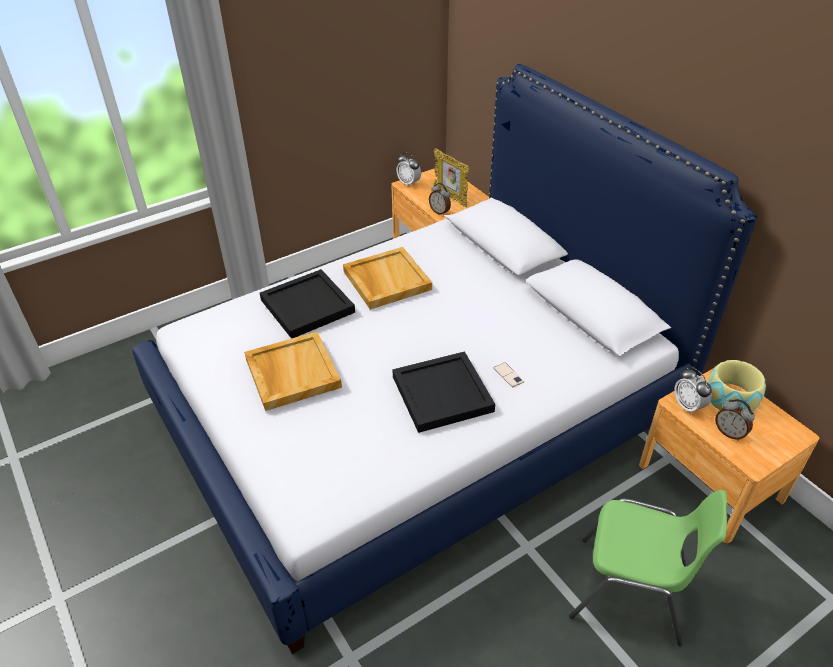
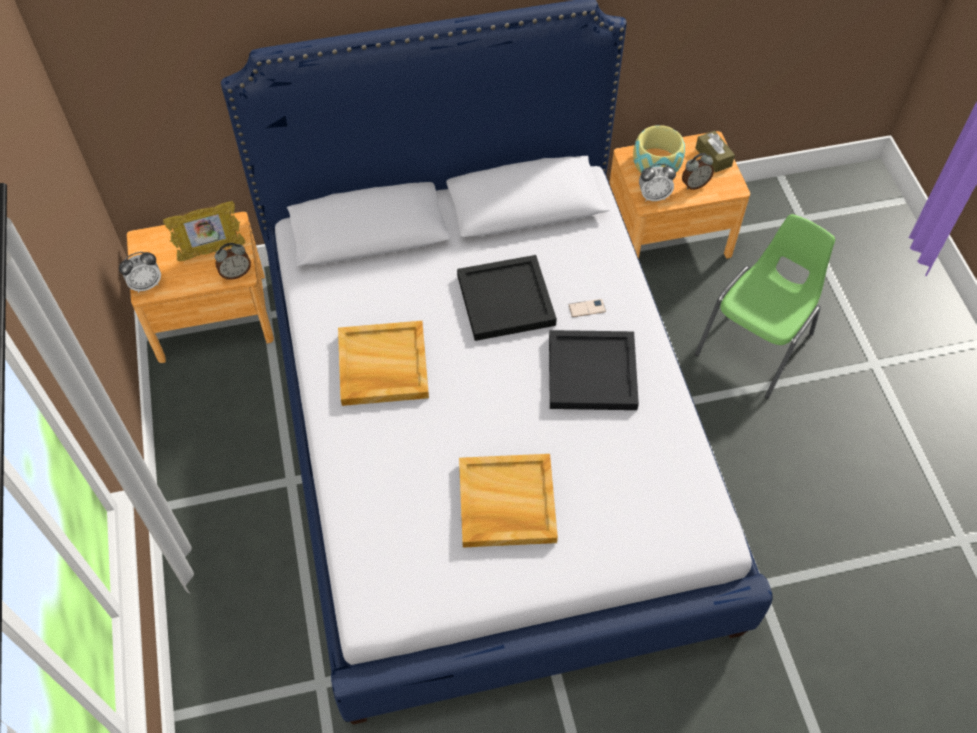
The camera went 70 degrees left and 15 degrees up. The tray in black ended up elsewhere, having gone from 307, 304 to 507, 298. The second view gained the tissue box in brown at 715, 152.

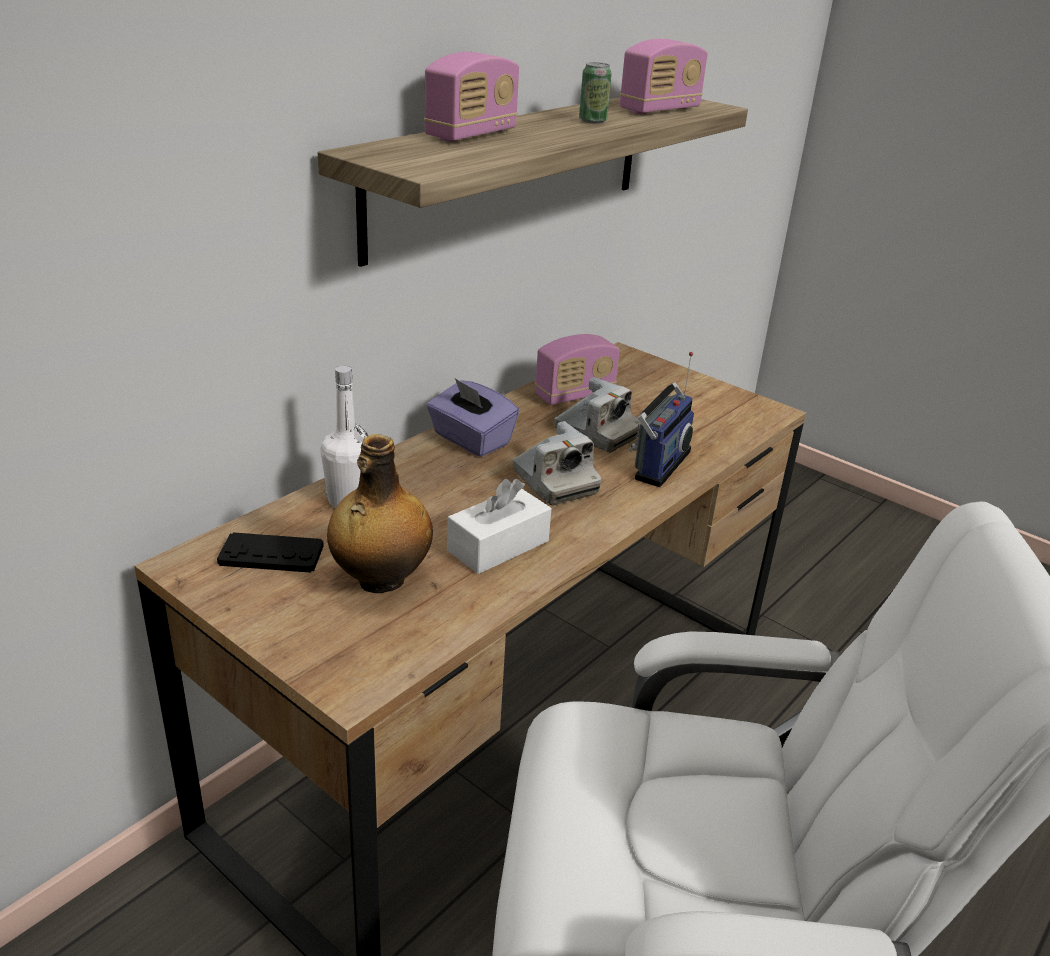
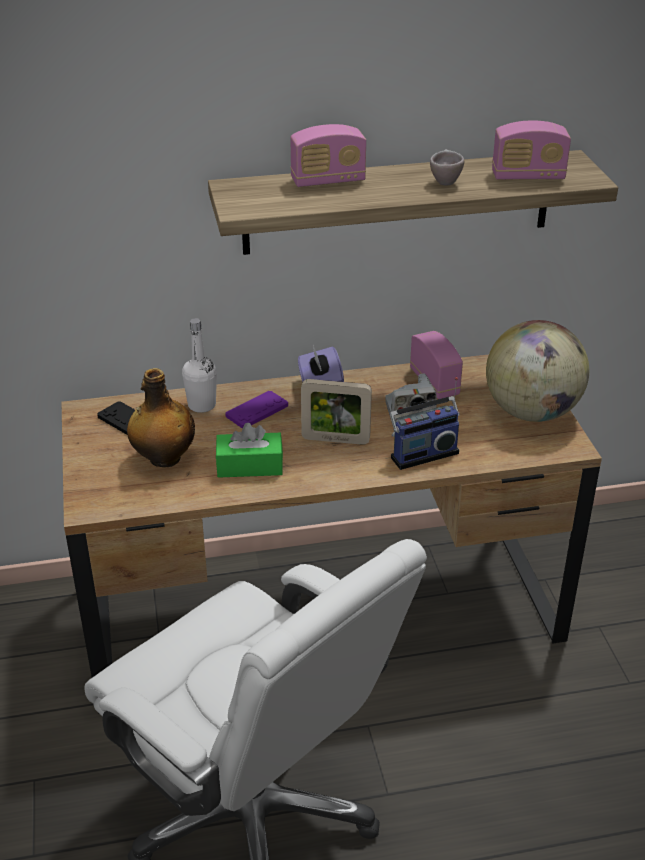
The camera went 40 degrees right and 5 degrees up. What was the tissue box in white at 499, 526 turned into the tissue box in green at 249, 450. Where the photo camera stood at 557, 463, the picture frame came to stand at 336, 412. The radio at 577, 369 ended up facing another way, 120 degrees counterclockwise from before. Where the can stood at 595, 93, the cup in beige came to stand at 447, 167. The second view gained the game controller in purple at 256, 410. The second view gained the globe at 537, 371.

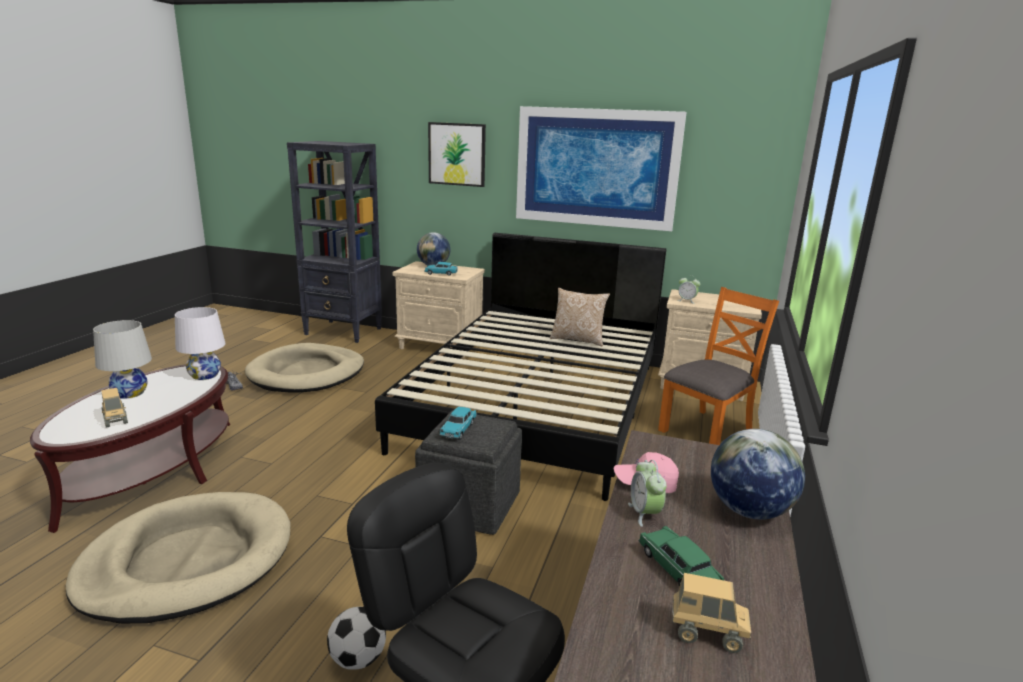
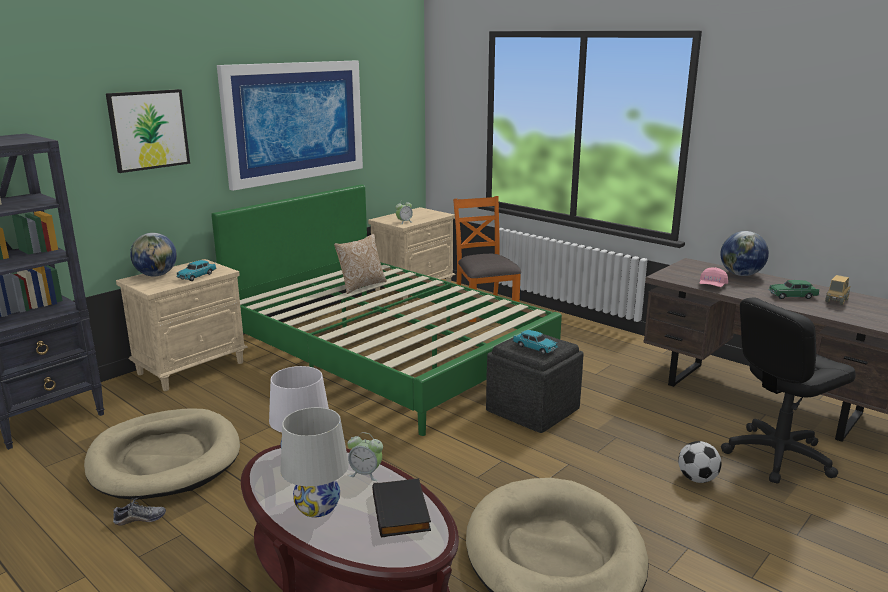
The camera went 65 degrees left and 0 degrees up. Where the toy truck stood at 114, 408, the book in black came to stand at 401, 507. What was the bed in black at 520, 367 turned into the bed in green at 387, 310. The alarm clock ended up elsewhere, having gone from 647, 493 to 365, 456.

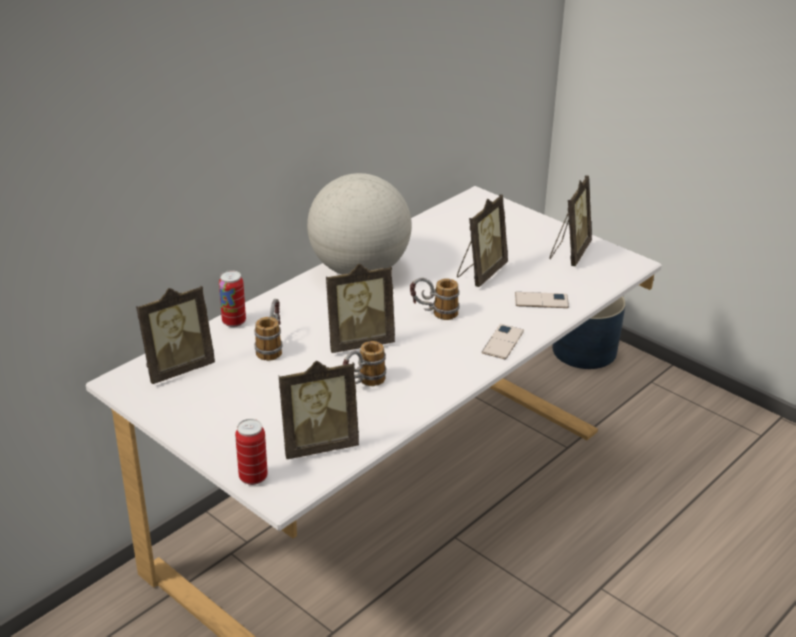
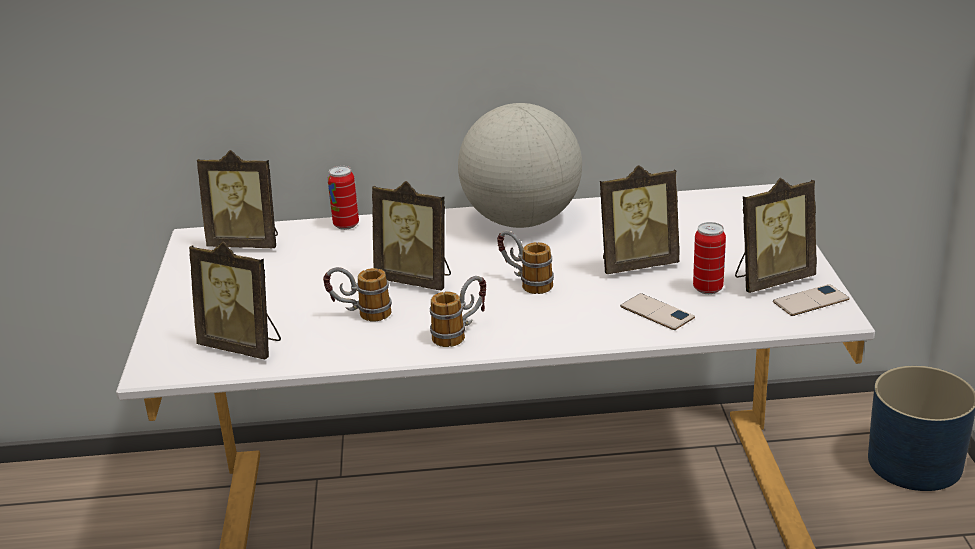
The camera went 45 degrees right and 5 degrees down. The can ended up elsewhere, having gone from 251, 452 to 709, 258. The mug ended up elsewhere, having gone from 268, 330 to 457, 311. The phone ended up elsewhere, having gone from 503, 341 to 811, 300.

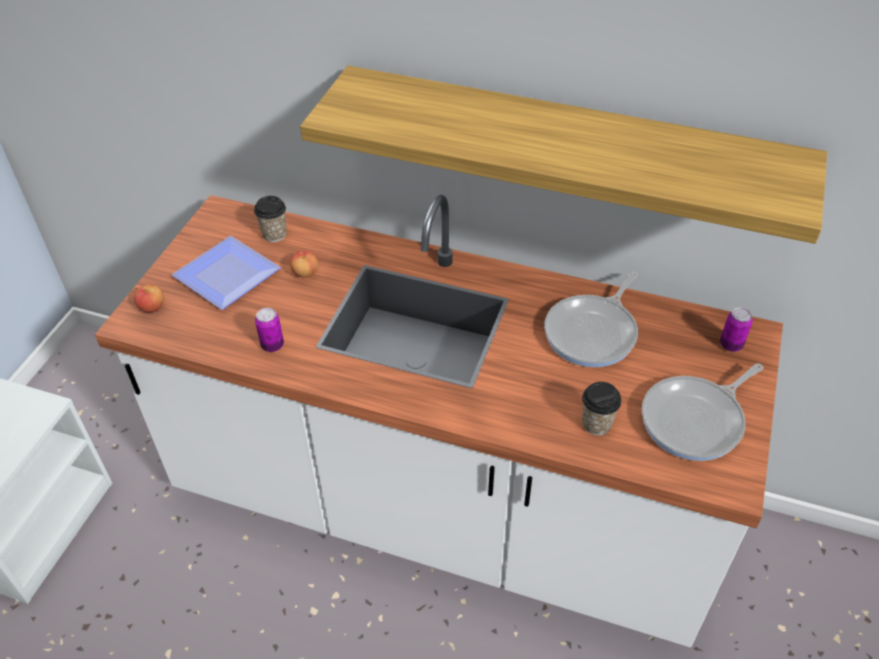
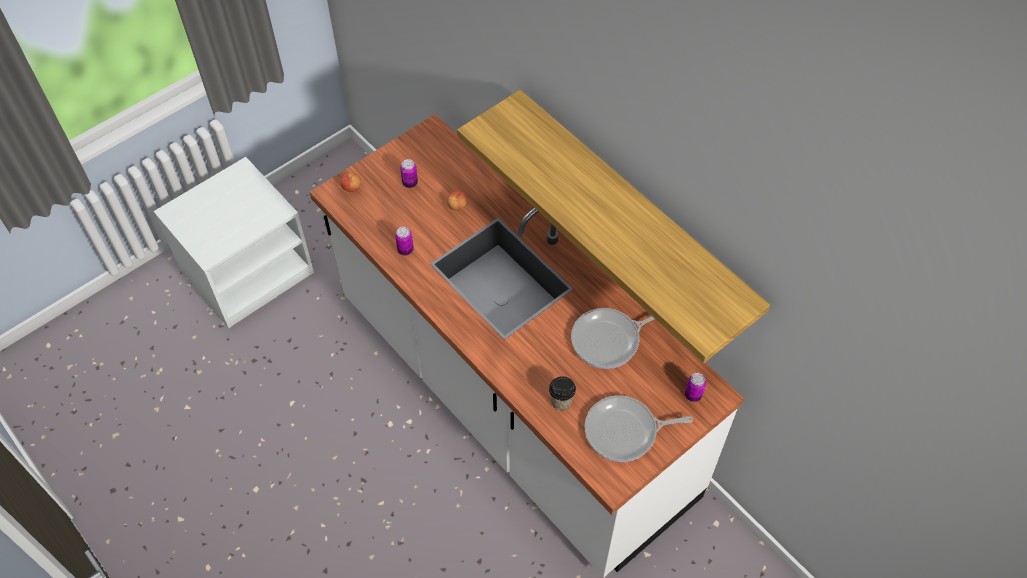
The camera went 30 degrees right and 10 degrees up. Where the plate stood at 226, 273, the can came to stand at 409, 173. The second view lost the cup at 270, 219.

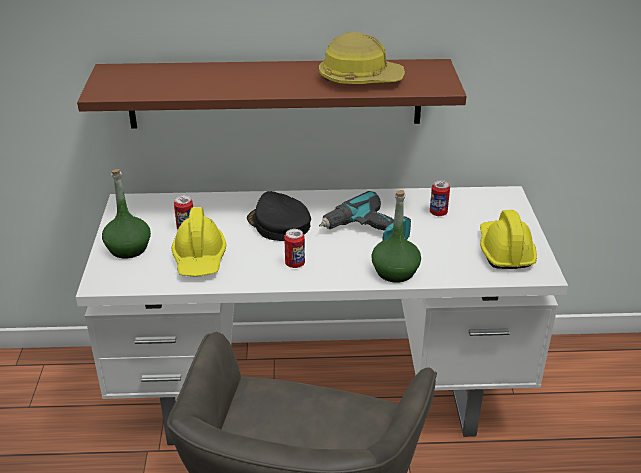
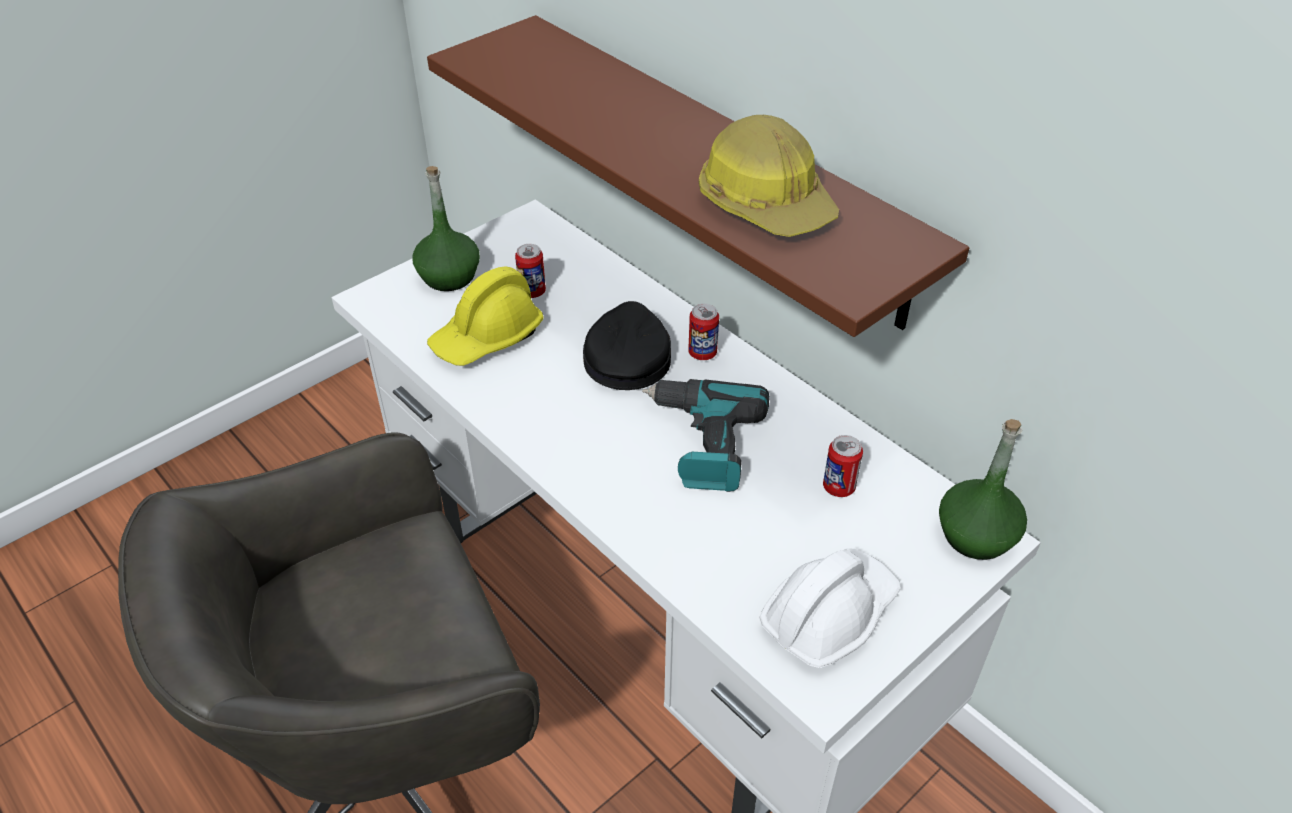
The camera went 50 degrees right and 10 degrees up. The can ended up elsewhere, having gone from 294, 248 to 703, 331. The bottle in green ended up elsewhere, having gone from 396, 236 to 983, 489. What was the hard hat in yellow at 508, 239 turned into the hard hat in white at 830, 608.

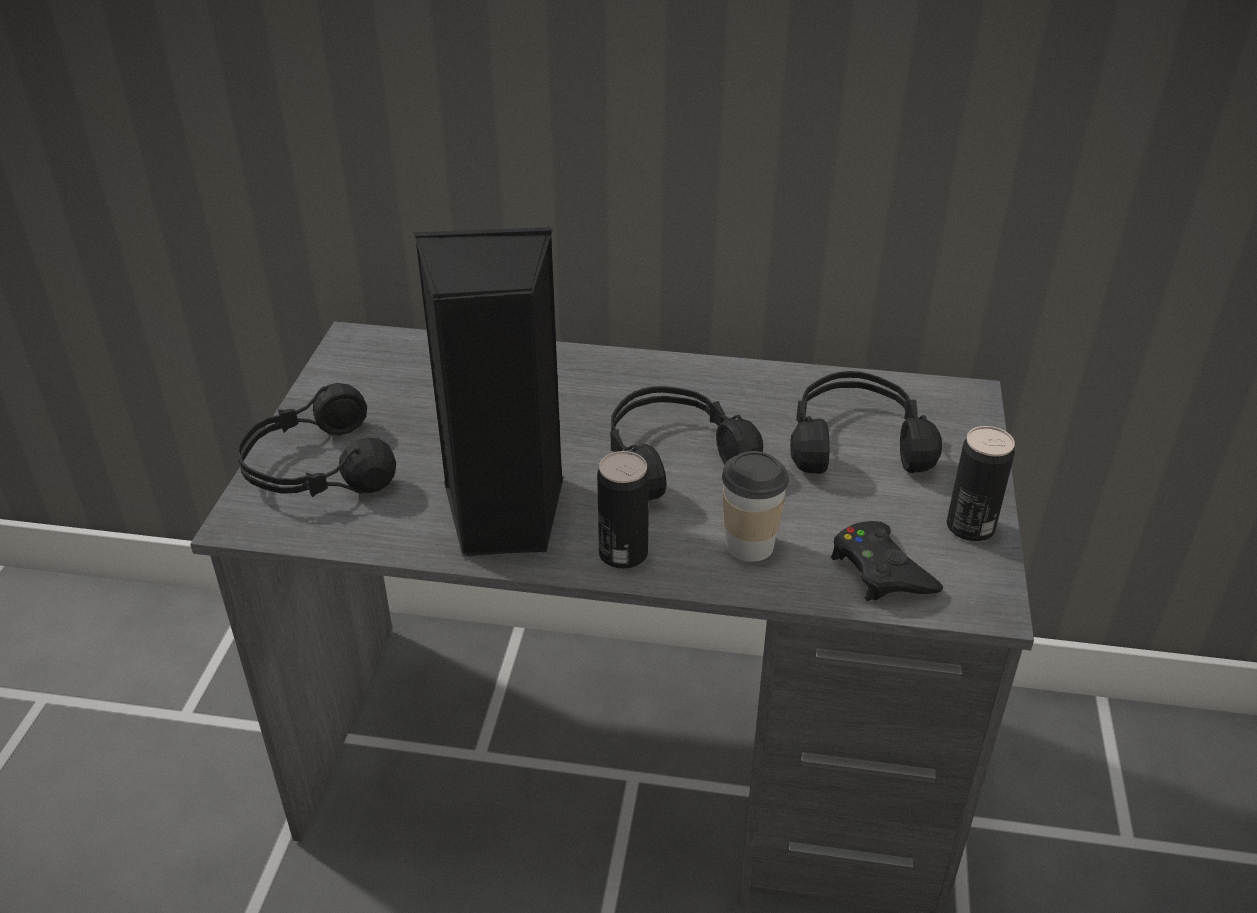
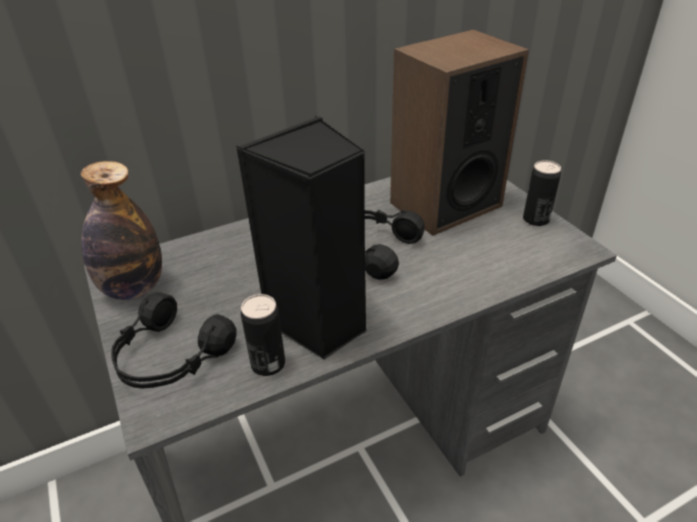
The camera went 35 degrees left and 0 degrees up. The can ended up elsewhere, having gone from 623, 510 to 263, 335. The second view lost the cup at 755, 506. Where the headphones in black stood at 866, 422, the speaker came to stand at 459, 132. The second view lost the game controller in black at 887, 561. The second view gained the bottle at 121, 230.

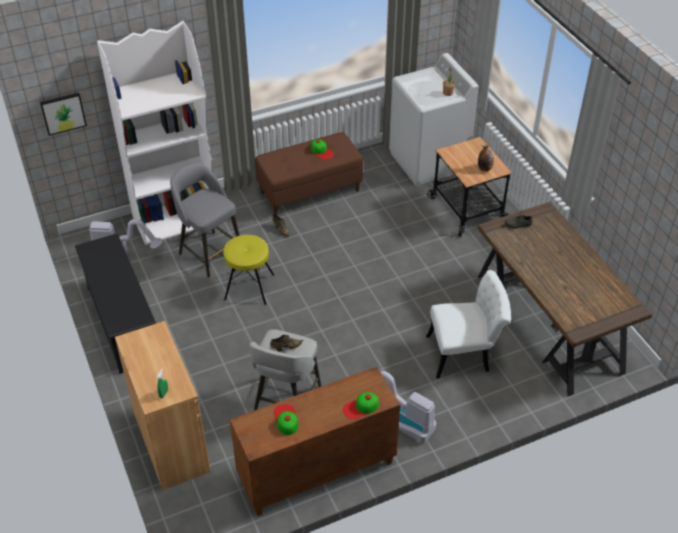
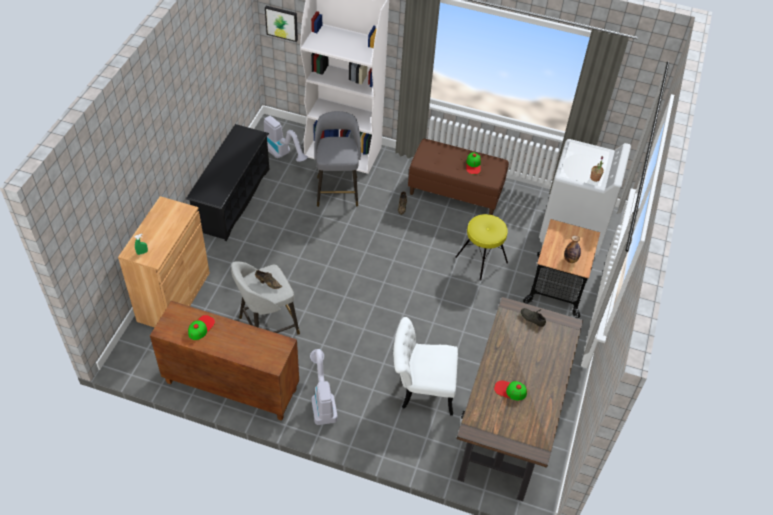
The camera went 40 degrees right and 5 degrees up. The stool in yellow ended up elsewhere, having gone from 249, 270 to 482, 247. The cap ended up elsewhere, having gone from 361, 405 to 510, 390. The chair in white at 468, 324 ended up facing another way, 150 degrees clockwise from before.

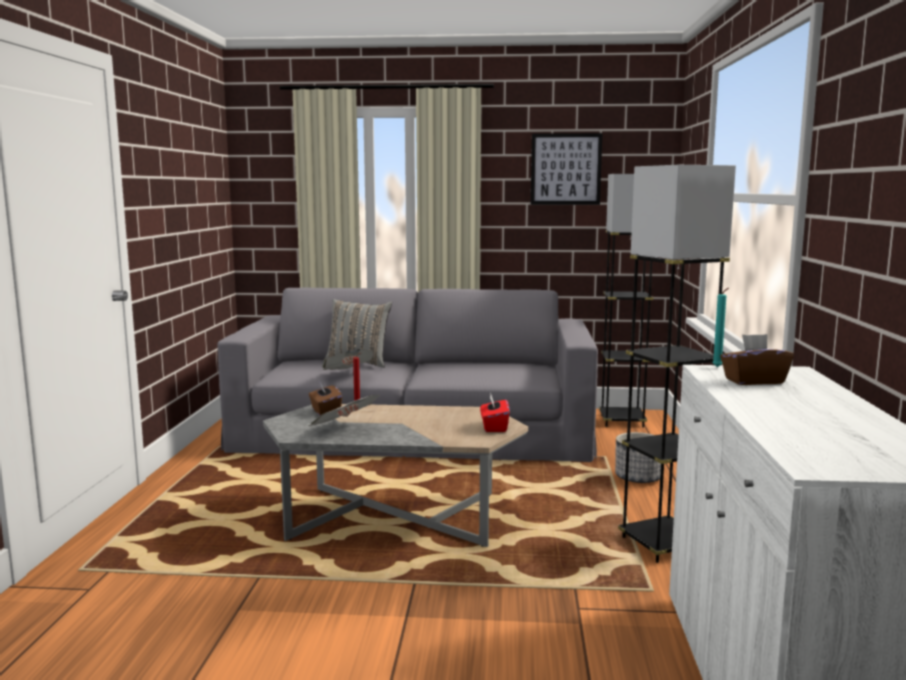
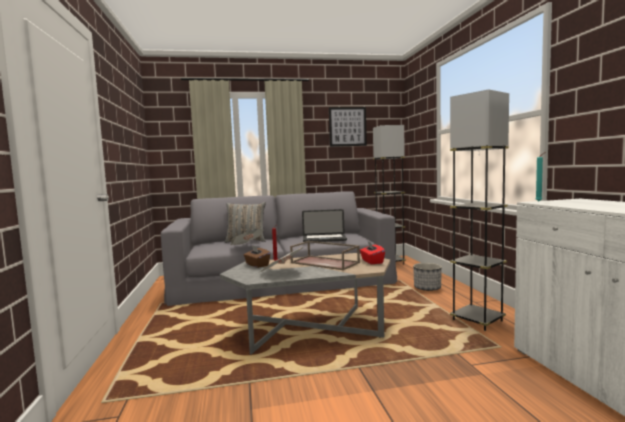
The camera went 15 degrees left and 5 degrees down. The second view lost the tissue box in brown at 757, 359. The second view gained the tray in brown at 325, 255. The second view gained the laptop at 324, 225.

